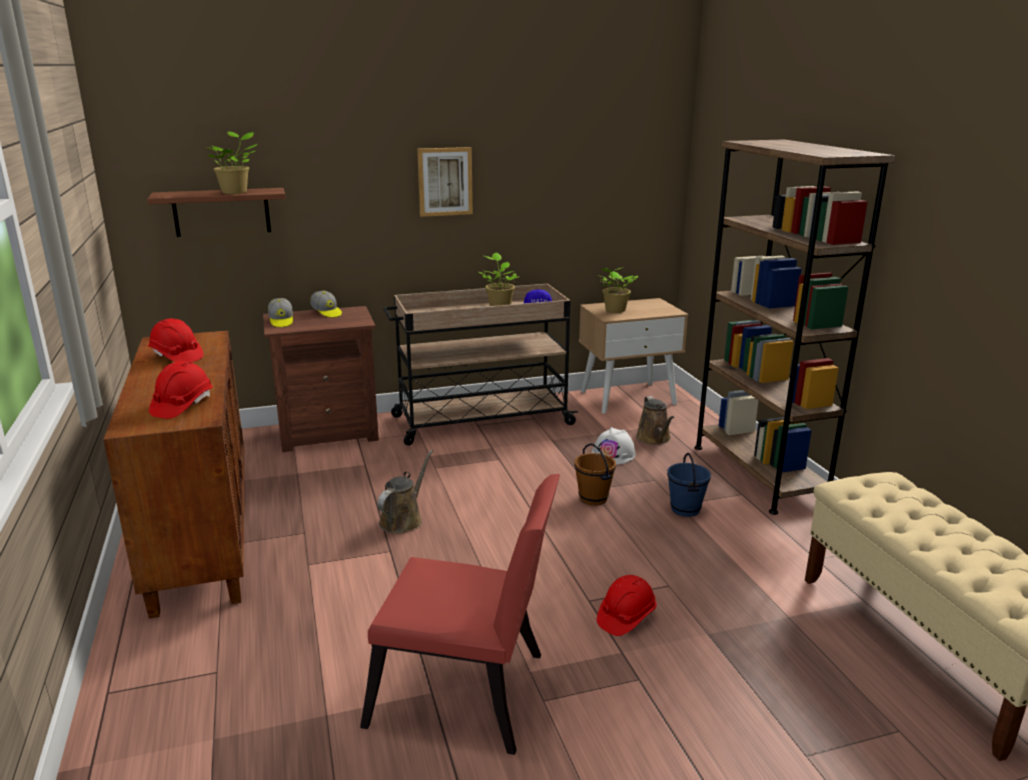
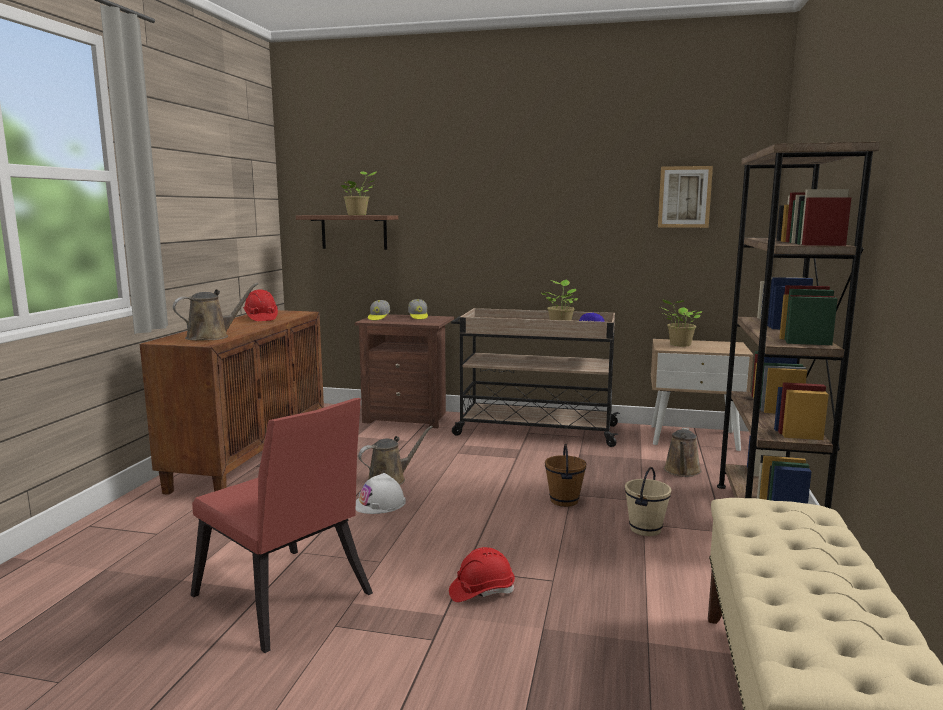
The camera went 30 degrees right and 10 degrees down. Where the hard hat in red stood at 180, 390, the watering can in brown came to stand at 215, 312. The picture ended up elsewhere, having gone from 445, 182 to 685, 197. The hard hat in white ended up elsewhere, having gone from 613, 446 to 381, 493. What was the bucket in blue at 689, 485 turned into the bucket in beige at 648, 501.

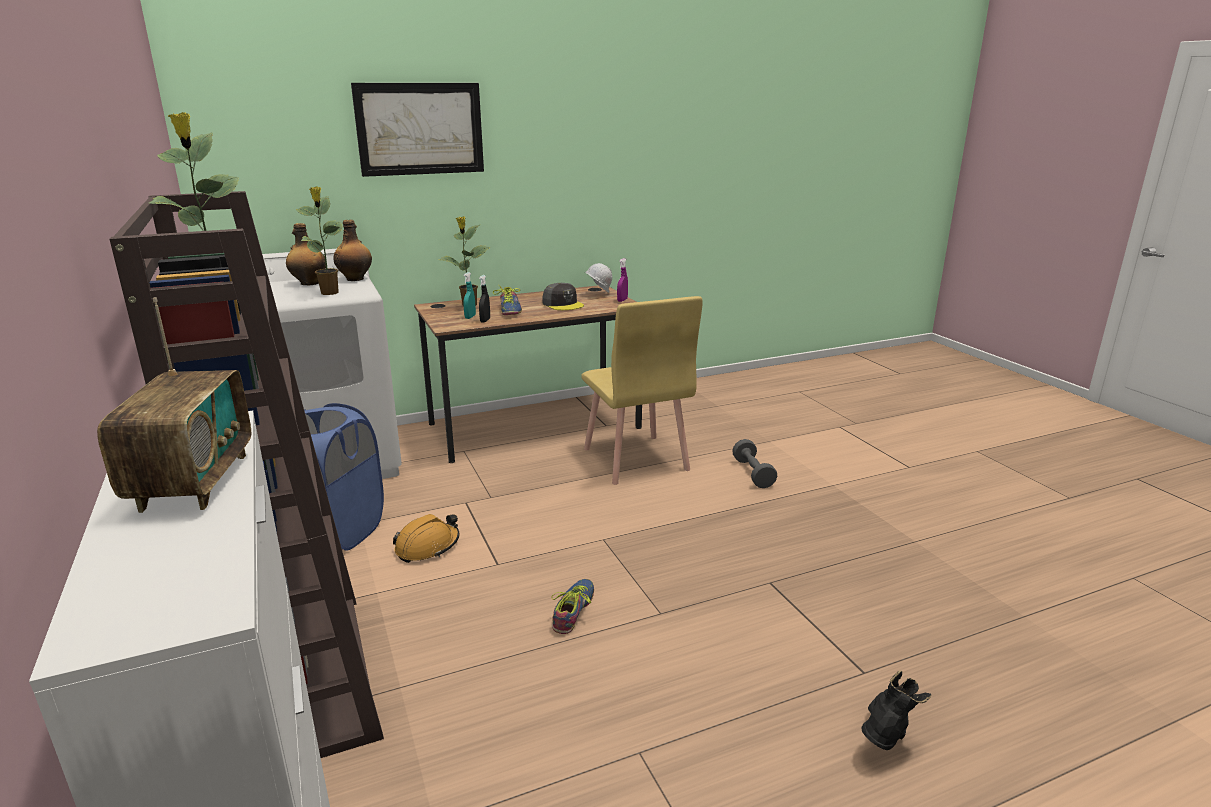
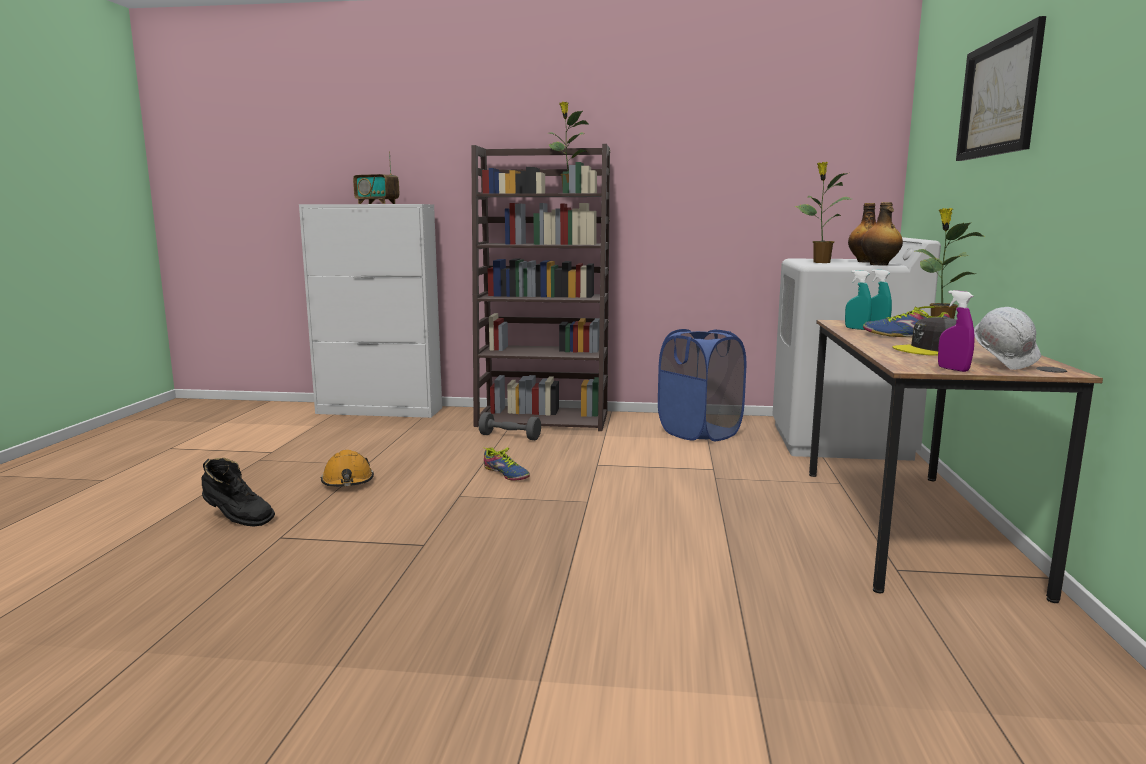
The camera went 120 degrees right and 10 degrees down. The hard hat in orange ended up elsewhere, having gone from 426, 538 to 347, 468. What was the spray bottle in black at 484, 298 turned into the spray bottle in turquoise at 858, 300. The second view lost the chair in yellow at 642, 390. The dumbbell in grey ended up elsewhere, having gone from 754, 463 to 509, 426. The boot in black at 896, 710 ended up facing another way, 45 degrees counterclockwise from before.

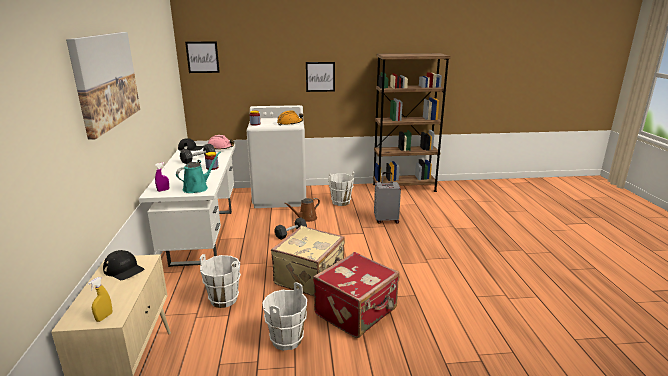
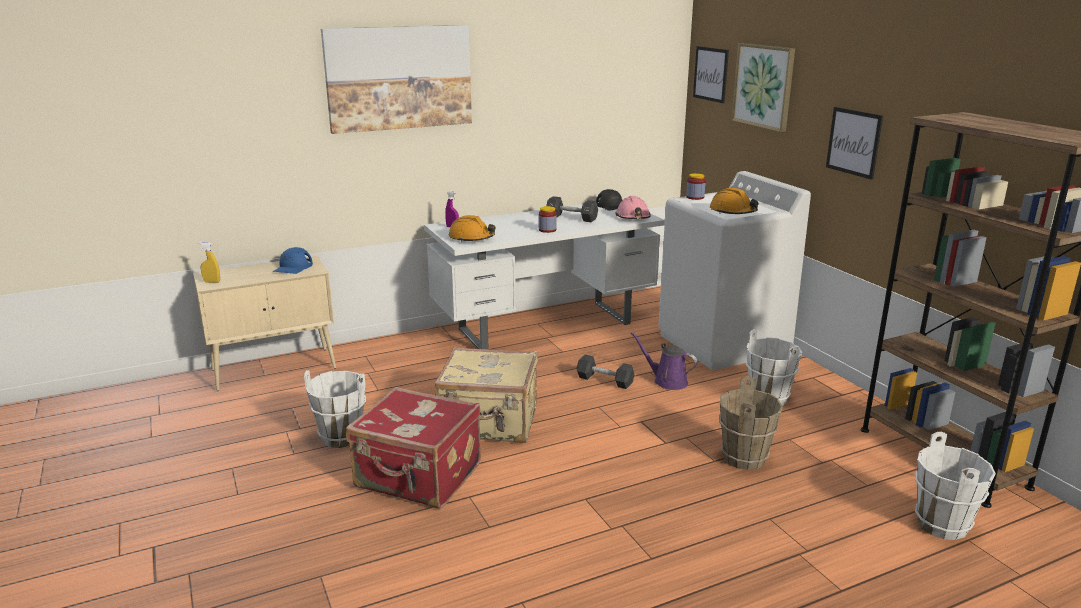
The camera went 70 degrees right and 0 degrees up. What was the cap in black at 123, 265 turned into the cap in blue at 293, 260. Where the watering can in turquoise stood at 198, 172, the hard hat in orange came to stand at 472, 228. The bucket in white ended up elsewhere, having gone from 220, 281 to 955, 486. What was the watering can in brown at 302, 210 turned into the watering can in purple at 664, 361. Where the suitcase in grey stood at 387, 198, the bucket in brown came to stand at 751, 423. The second view gained the picture at 763, 87.

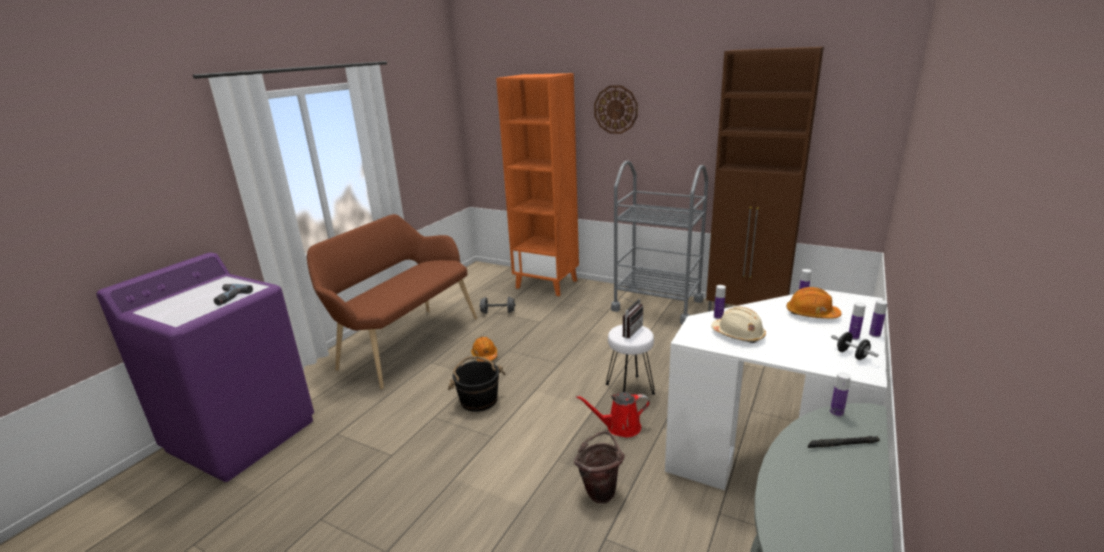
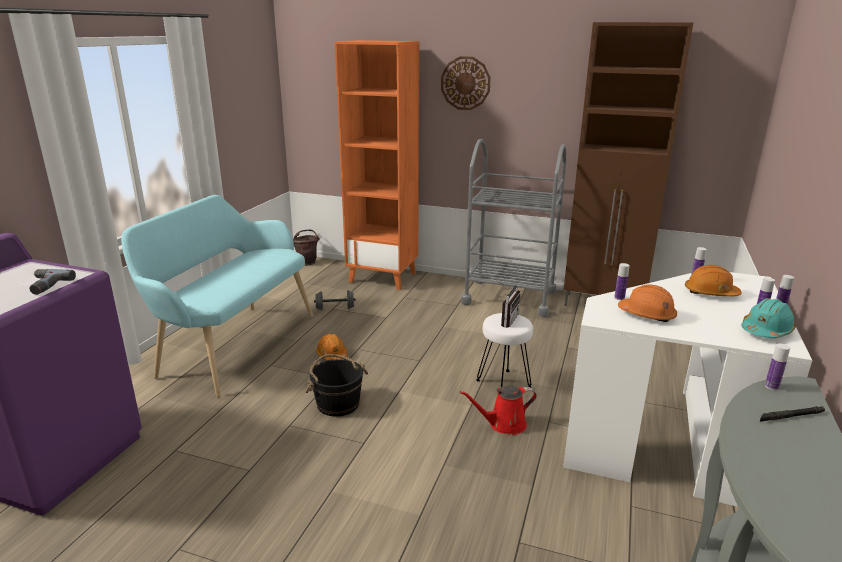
The camera went 10 degrees left and 0 degrees up. What was the bench in brown at 392, 301 turned into the bench in turquoise at 217, 296. The bucket in brown ended up elsewhere, having gone from 599, 467 to 306, 247. What was the hard hat in beige at 738, 325 turned into the hard hat in orange at 647, 303. Where the dumbbell in black stood at 854, 346, the hard hat in turquoise came to stand at 768, 318.

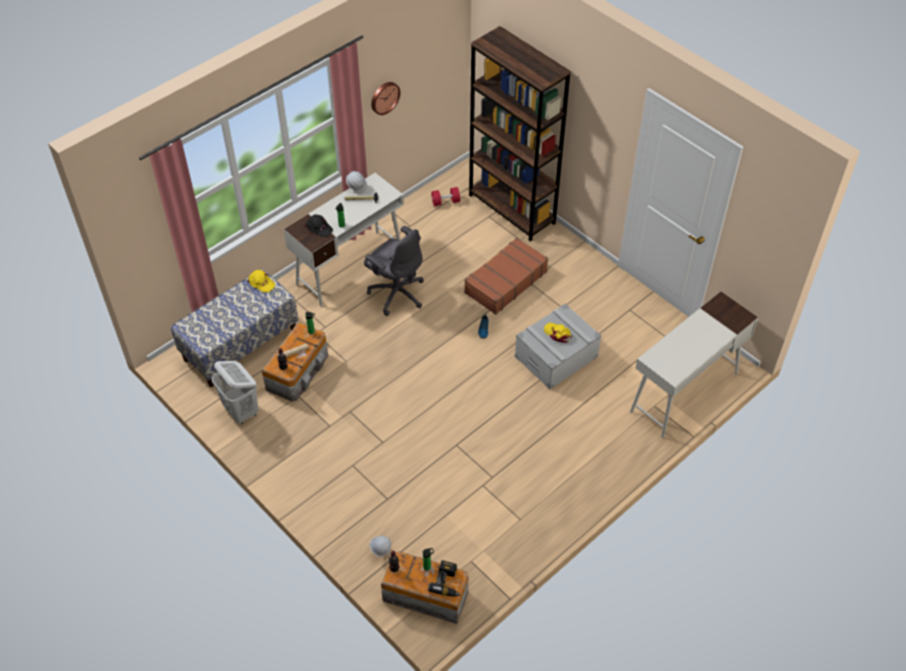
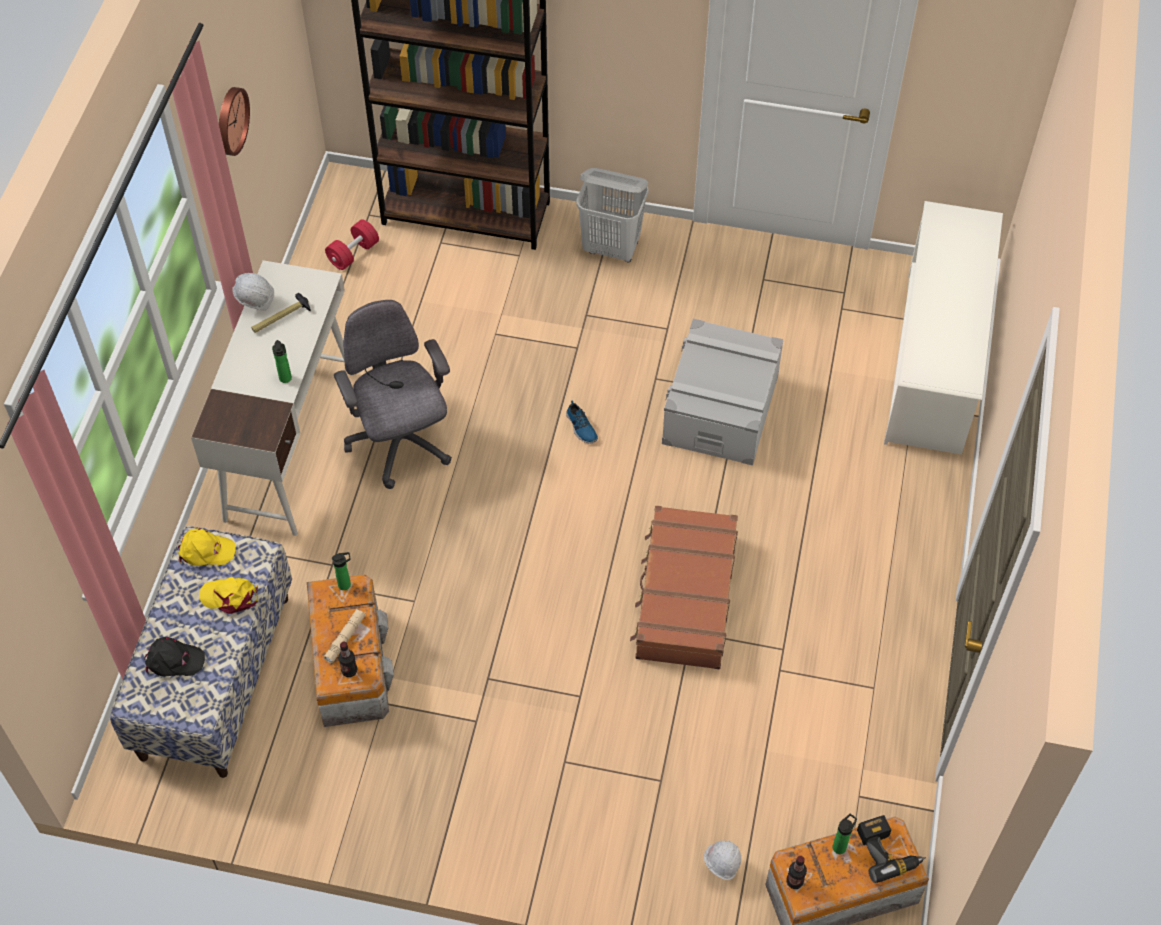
The camera went 35 degrees left and 5 degrees up. The laundry basket in white ended up elsewhere, having gone from 235, 392 to 612, 215. The cap in black ended up elsewhere, having gone from 319, 225 to 174, 657. The office chair in grey at 394, 271 ended up facing another way, 120 degrees counterclockwise from before. The suitcase in brown ended up elsewhere, having gone from 506, 276 to 684, 587. The cap in yellow ended up elsewhere, having gone from 558, 333 to 228, 595. Where the desk in white stood at 694, 364, the shoe rack in white came to stand at 943, 328.

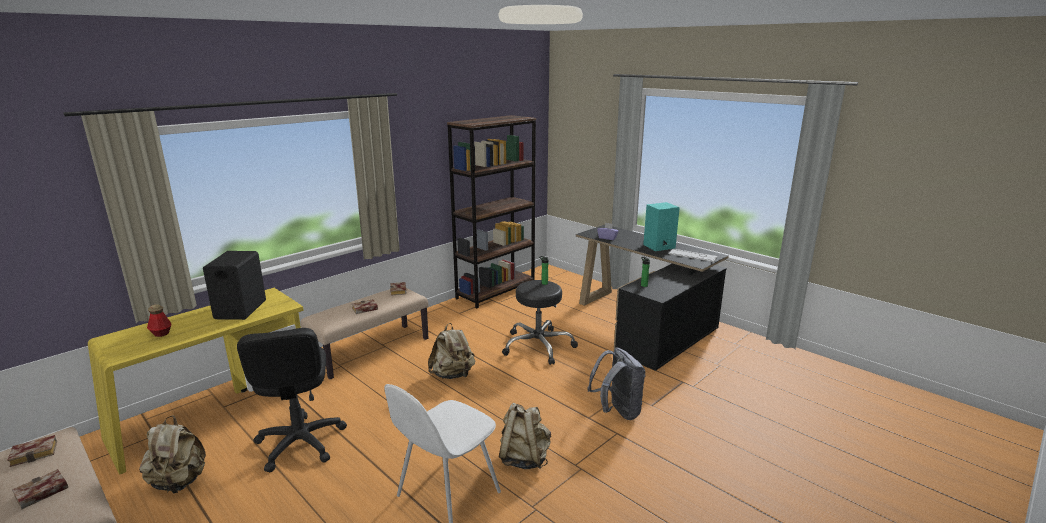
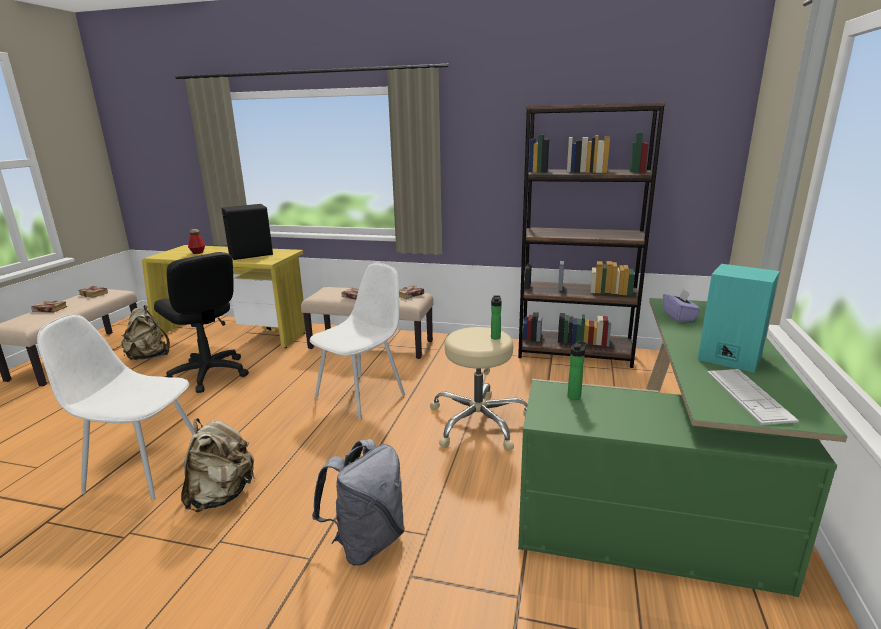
The camera went 60 degrees right and 0 degrees up. The office chair in black at 292, 400 ended up facing another way, 90 degrees counterclockwise from before. Where the backpack in beige stood at 451, 351, the chair in white came to stand at 357, 341. What was the stool in black at 540, 322 turned into the stool in beige at 479, 389. What was the desk in black at 652, 298 turned into the desk in green at 683, 447.

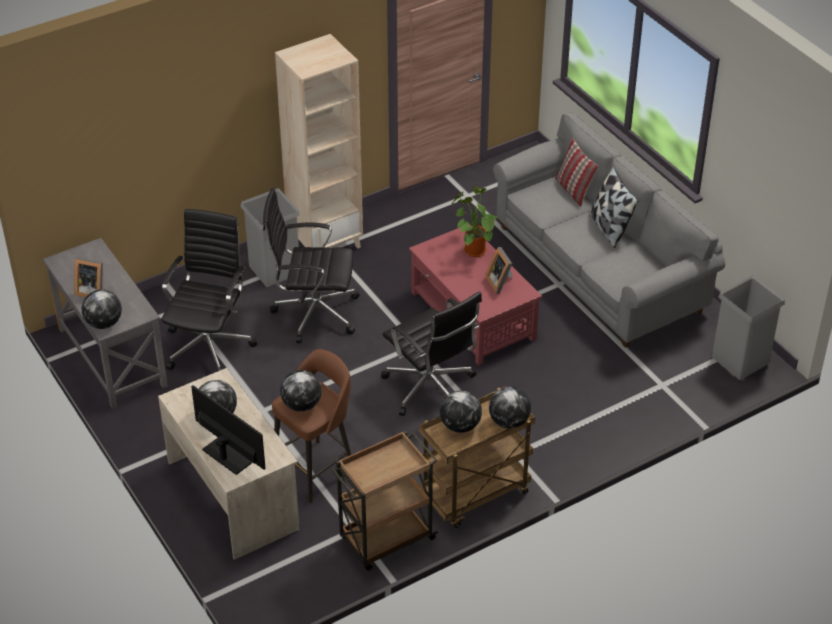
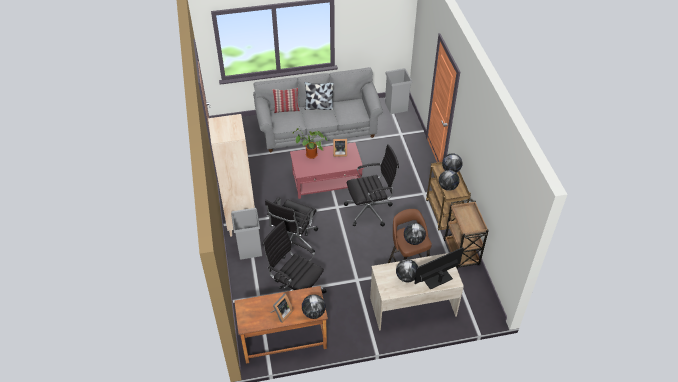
The camera went 70 degrees left and 5 degrees up. What was the desk in grey at 105, 323 turned into the desk in brown at 281, 325.

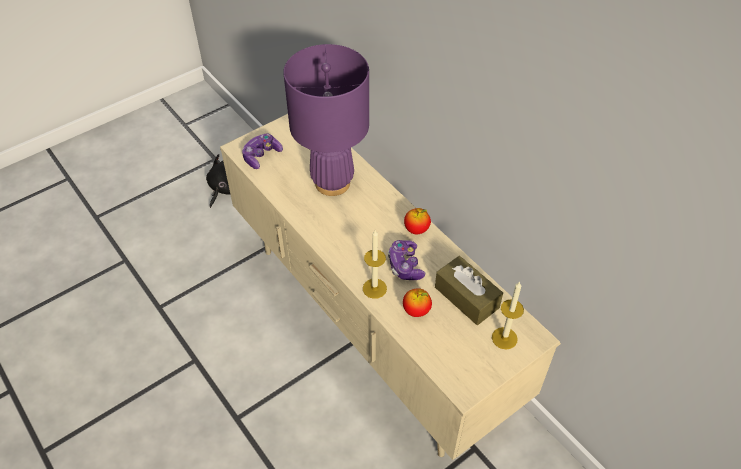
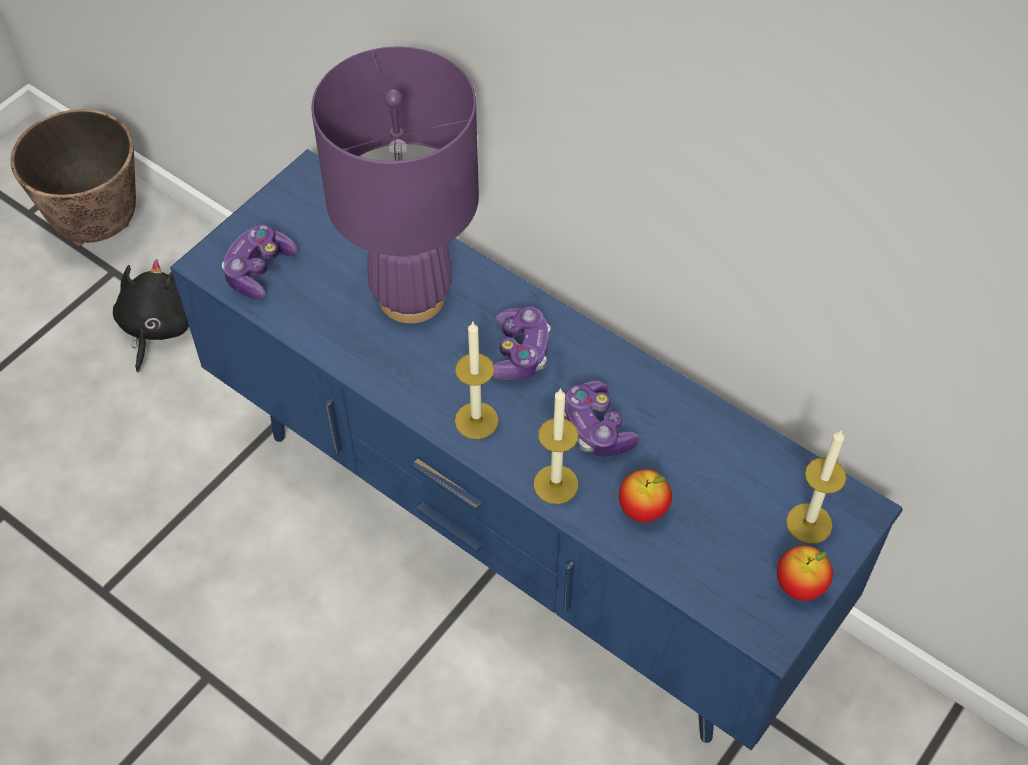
The camera went 15 degrees left and 5 degrees up. What was the tv stand in beige at 390, 287 turned into the tv stand in blue at 536, 449. The apple ended up elsewhere, having gone from 417, 221 to 805, 573. The second view lost the tissue box in brown at 469, 290. The second view gained the planter at 73, 177. The second view gained the candle at 477, 380. The second view gained the game controller at 521, 343.

